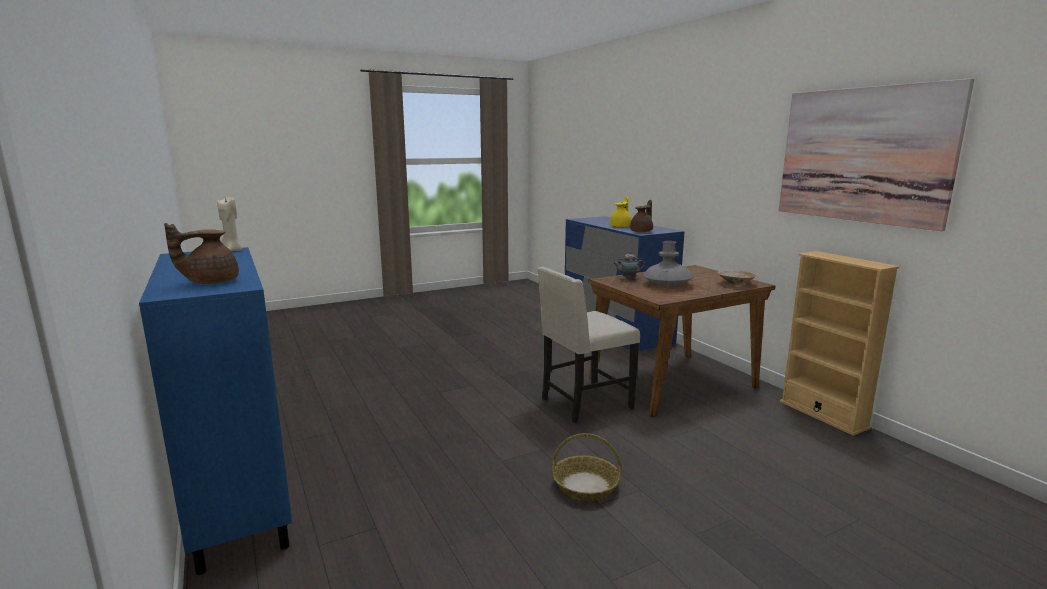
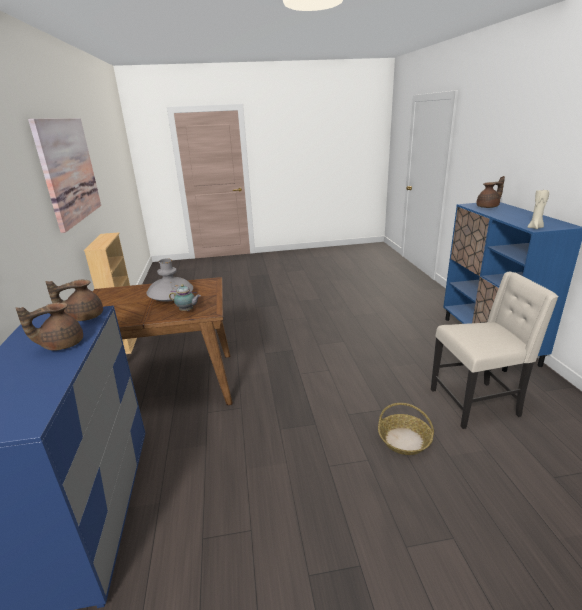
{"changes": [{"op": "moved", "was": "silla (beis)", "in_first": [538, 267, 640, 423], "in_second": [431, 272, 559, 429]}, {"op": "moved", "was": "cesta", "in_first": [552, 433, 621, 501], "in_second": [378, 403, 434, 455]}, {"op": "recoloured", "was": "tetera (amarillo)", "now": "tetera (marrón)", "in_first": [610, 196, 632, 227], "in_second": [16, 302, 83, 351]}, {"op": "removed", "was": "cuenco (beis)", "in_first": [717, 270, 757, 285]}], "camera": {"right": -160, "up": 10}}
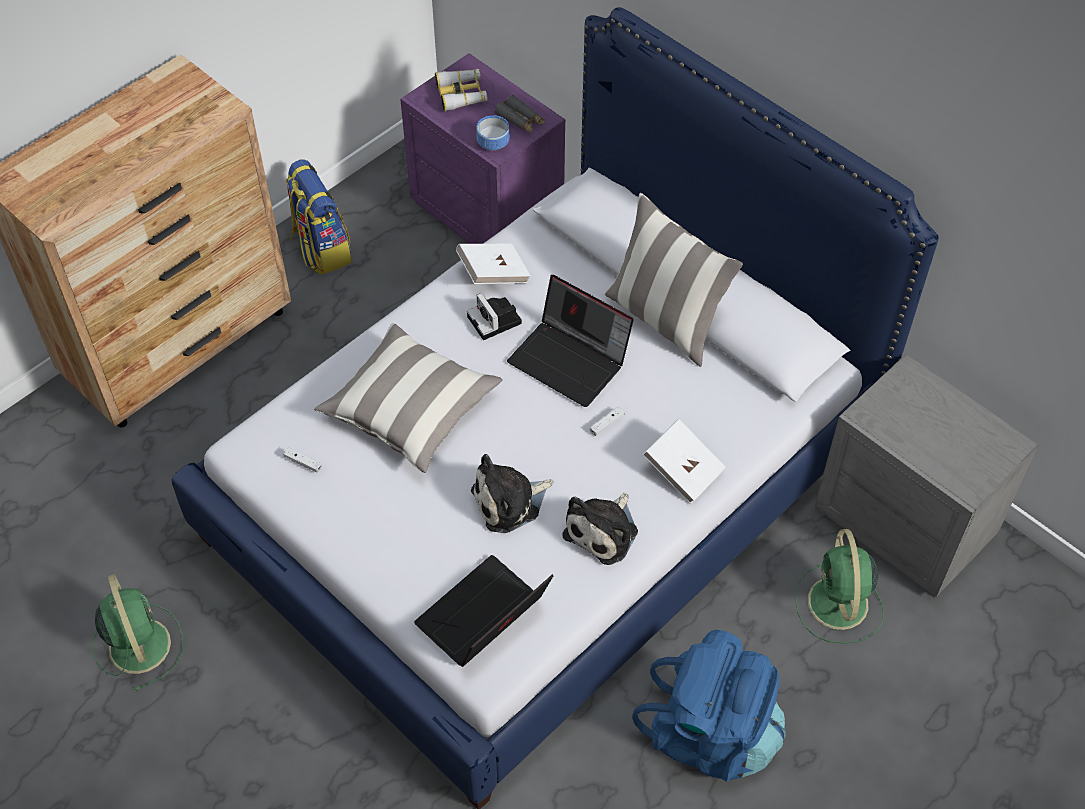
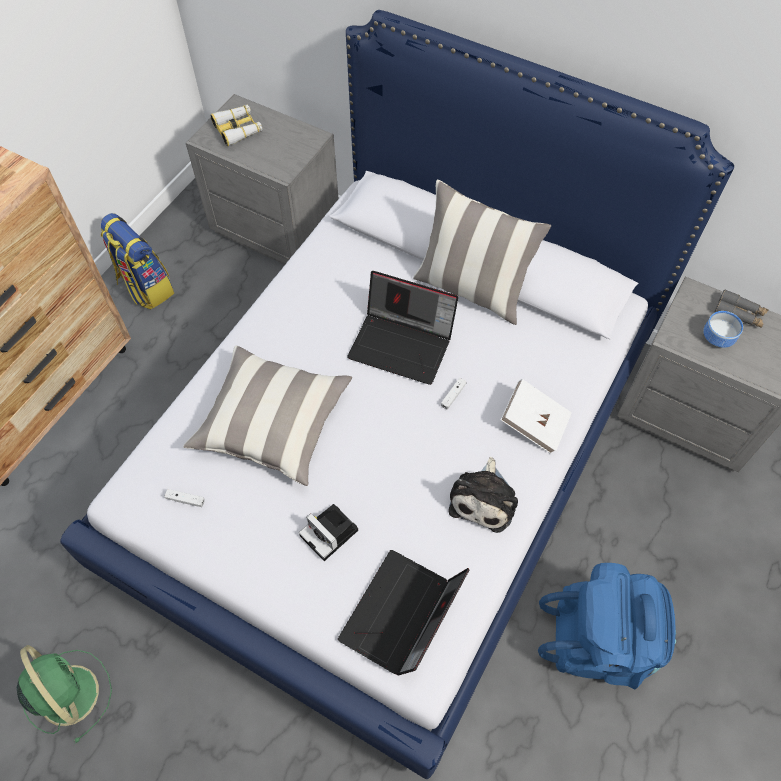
{"changes": [{"op": "recoloured", "was": "mesita de noche (morado)", "now": "mesita de noche (gris)", "in_first": [400, 53, 565, 244], "in_second": [186, 94, 339, 265]}, {"op": "removed", "was": "libro (blanco)", "in_first": [456, 244, 530, 284]}, {"op": "moved", "was": "cámara", "in_first": [467, 293, 522, 340], "in_second": [299, 504, 358, 561]}, {"op": "removed", "was": "peluche", "in_first": [471, 454, 553, 533]}, {"op": "moved", "was": "cuenco", "in_first": [476, 115, 510, 150], "in_second": [703, 311, 743, 348]}, {"op": "moved", "was": "prismáticos (gris)", "in_first": [495, 95, 545, 133], "in_second": [714, 289, 769, 328]}, {"op": "removed", "was": "ventilador (verde)", "in_first": [795, 529, 884, 644]}], "camera": {"right": -15, "up": 5}}
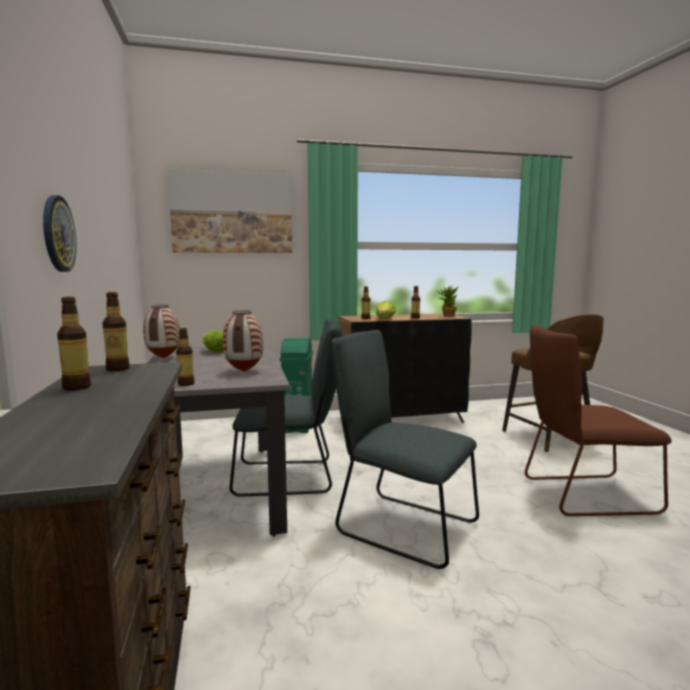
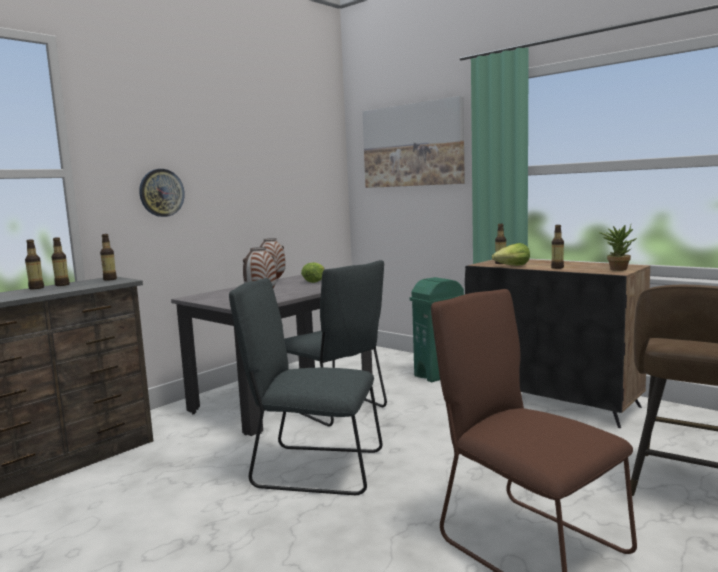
{"changes": [{"op": "moved", "was": "botella", "in_first": [176, 328, 194, 386], "in_second": [25, 239, 44, 289]}, {"op": "turned", "was": "silla (gris)", "in_first": [331, 330, 479, 569], "in_second": [229, 278, 382, 495], "clockwise": -75}], "camera": {"right": 55, "up": 0}}
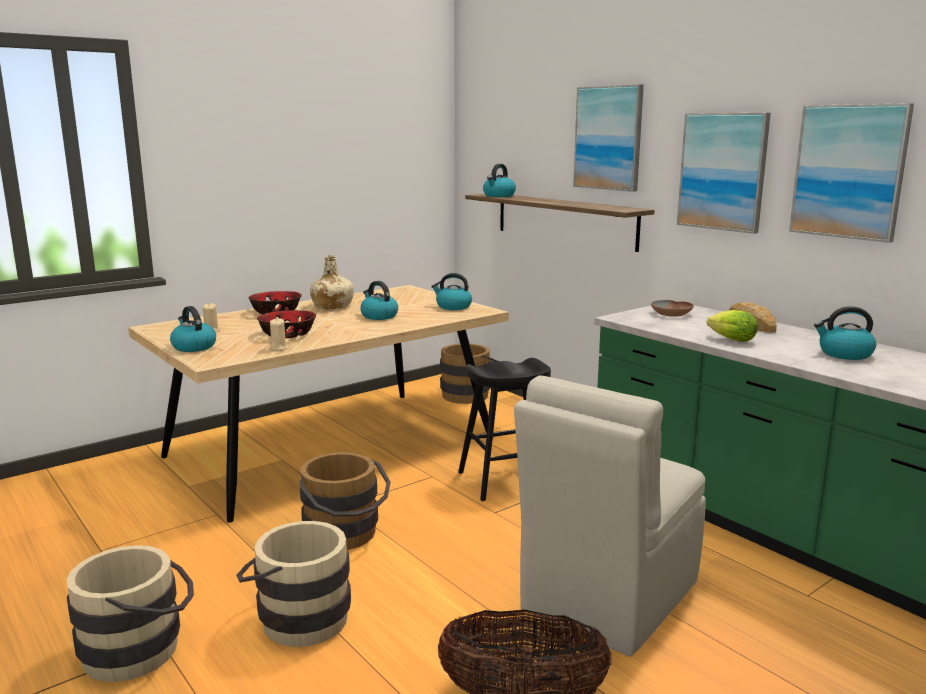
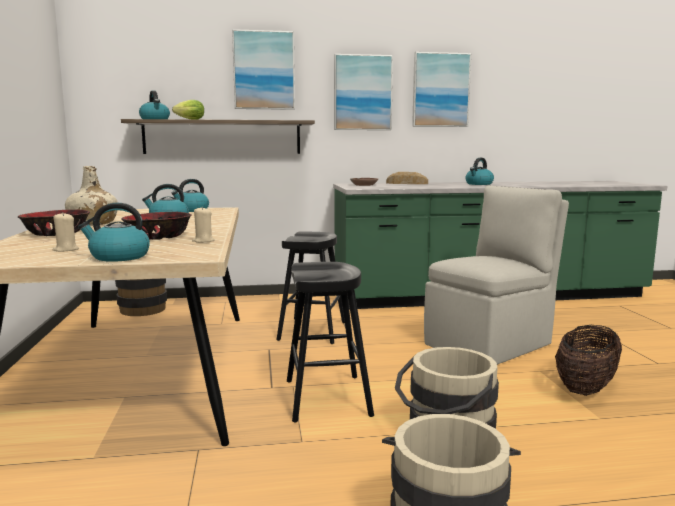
{"changes": [{"op": "replaced", "was": "cubo (marrón)", "now": "taburete (negro)", "in_first": [300, 452, 391, 550], "in_second": [287, 262, 374, 423]}, {"op": "turned", "was": "silla (beis)", "in_first": [514, 375, 706, 656], "in_second": [424, 185, 569, 365], "clockwise": -105}, {"op": "moved", "was": "lechuga", "in_first": [707, 310, 758, 342], "in_second": [172, 100, 204, 120]}], "camera": {"right": -60, "up": -5}}
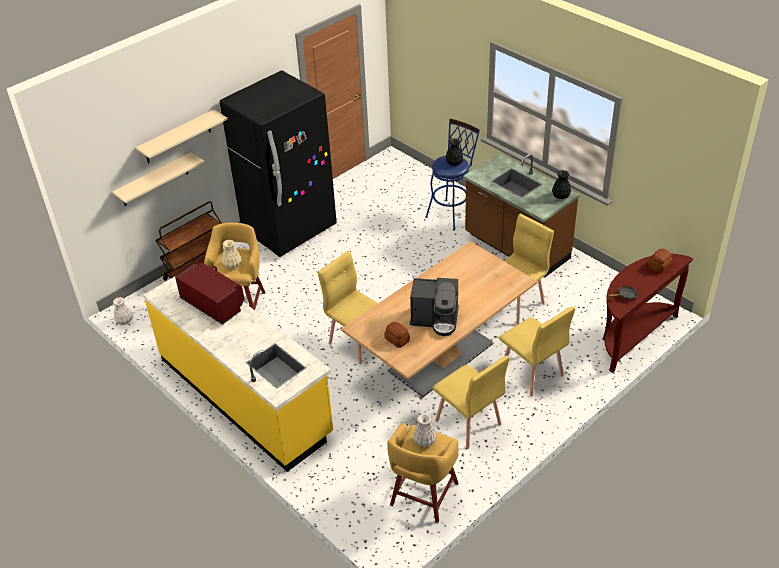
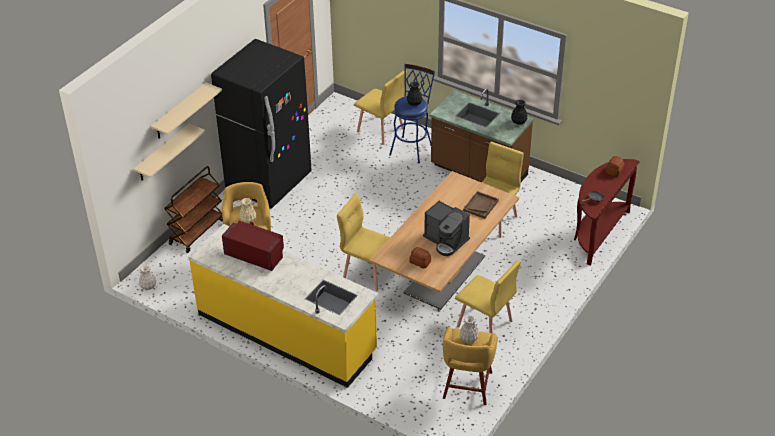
{"changes": [{"op": "turned", "was": "cafetera", "in_first": [410, 278, 459, 336], "in_second": [423, 201, 470, 256], "clockwise": 45}, {"op": "moved", "was": "silla (amarillo)", "in_first": [499, 306, 575, 397], "in_second": [354, 70, 407, 145]}, {"op": "added", "now": "bandeja (marrón)", "in_second": [463, 191, 499, 219]}], "camera": {"right": -15, "up": 0}}
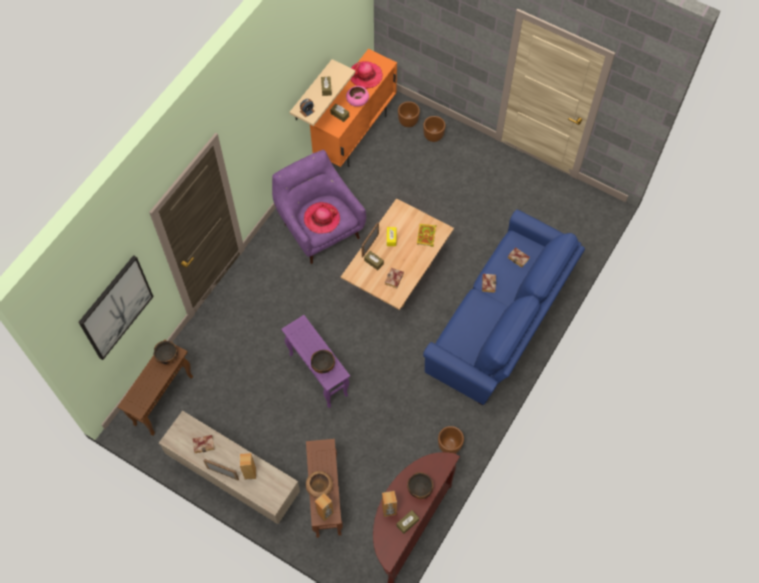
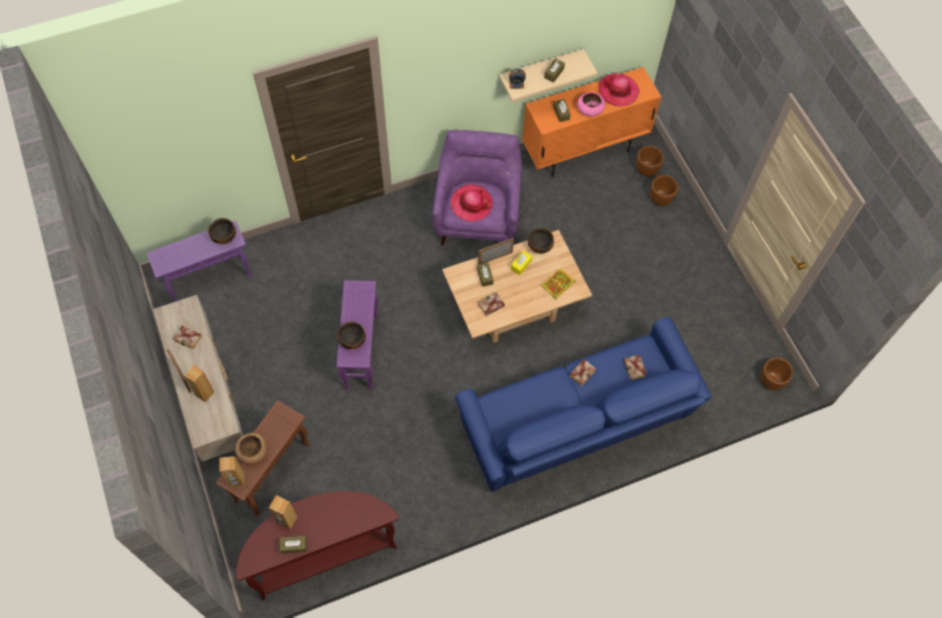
{"changes": [{"op": "removed", "was": "cuadro", "in_first": [78, 255, 154, 360]}, {"op": "recoloured", "was": "mesa auxiliar (marrón)", "now": "mesa auxiliar (morado)", "in_first": [118, 339, 193, 436], "in_second": [147, 220, 253, 302]}, {"op": "moved", "was": "cuenco", "in_first": [407, 472, 433, 499], "in_second": [528, 228, 554, 254]}, {"op": "moved", "was": "maceta (marrón)", "in_first": [438, 426, 464, 454], "in_second": [760, 358, 793, 391]}], "camera": {"right": 35, "up": 0}}
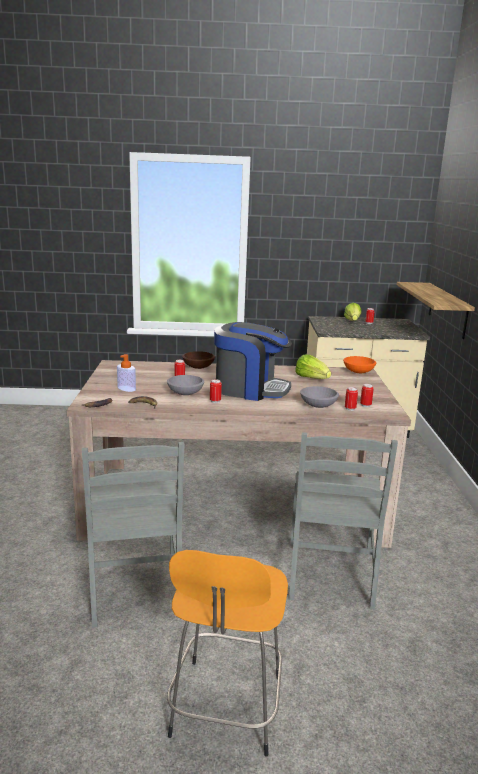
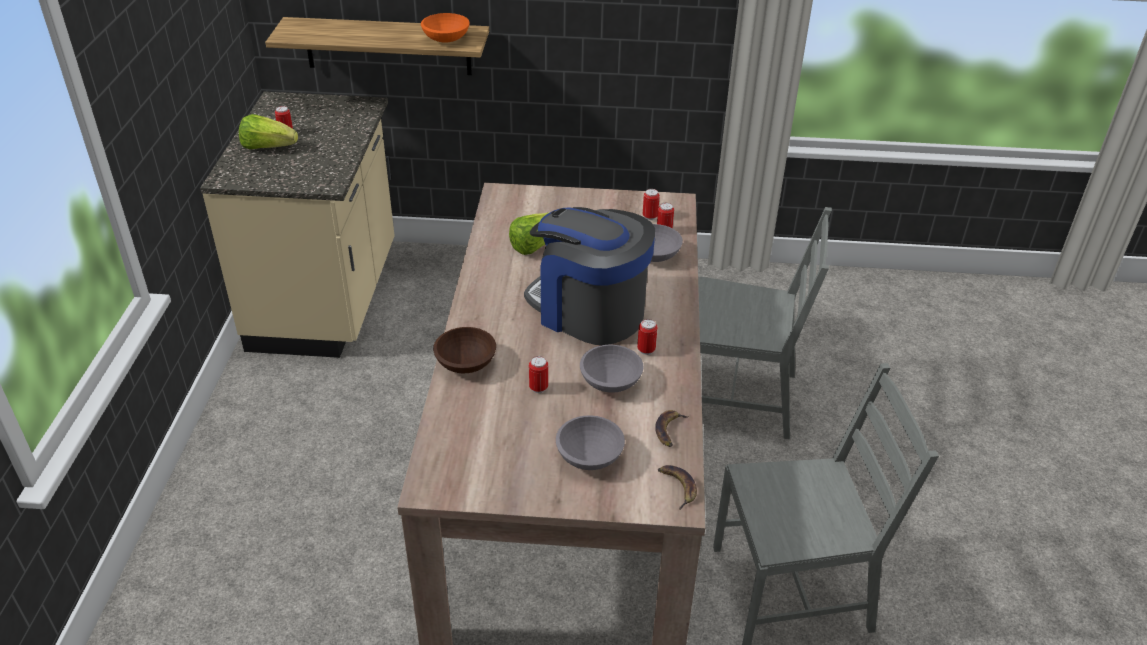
{"changes": [{"op": "replaced", "was": "dispensador de jabón", "now": "cuenco (gris)", "in_first": [117, 354, 136, 392], "in_second": [556, 415, 625, 470]}, {"op": "removed", "was": "taburete (naranja)", "in_first": [167, 550, 288, 757]}, {"op": "turned", "was": "cafetera", "in_first": [214, 322, 292, 401], "in_second": [524, 207, 655, 345], "clockwise": -75}, {"op": "moved", "was": "cuenco (naranja)", "in_first": [343, 356, 376, 373], "in_second": [421, 13, 470, 43]}], "camera": {"right": -85, "up": 20}}
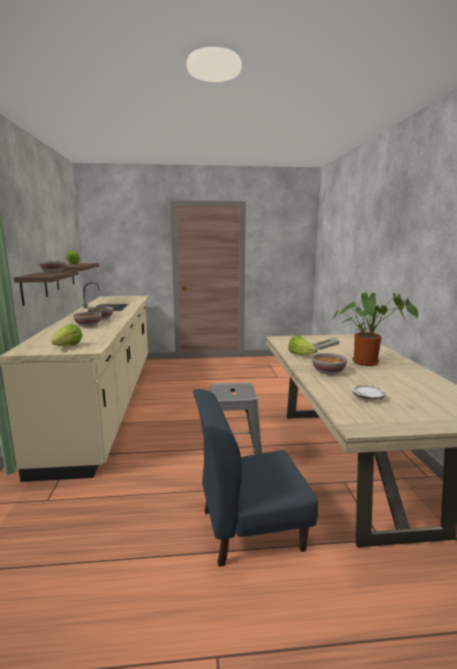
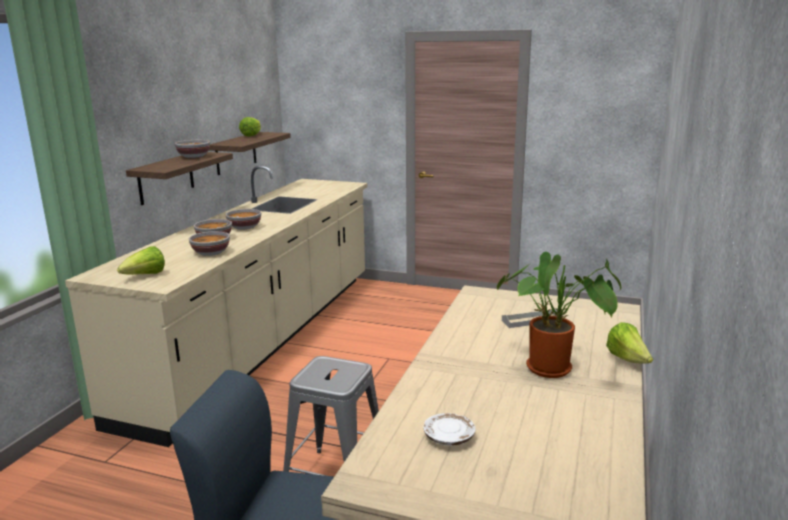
{"changes": [{"op": "moved", "was": "lechuga", "in_first": [288, 335, 318, 355], "in_second": [606, 322, 653, 363]}, {"op": "moved", "was": "cuenco", "in_first": [312, 353, 347, 375], "in_second": [189, 231, 230, 256]}], "camera": {"right": 25, "up": 5}}
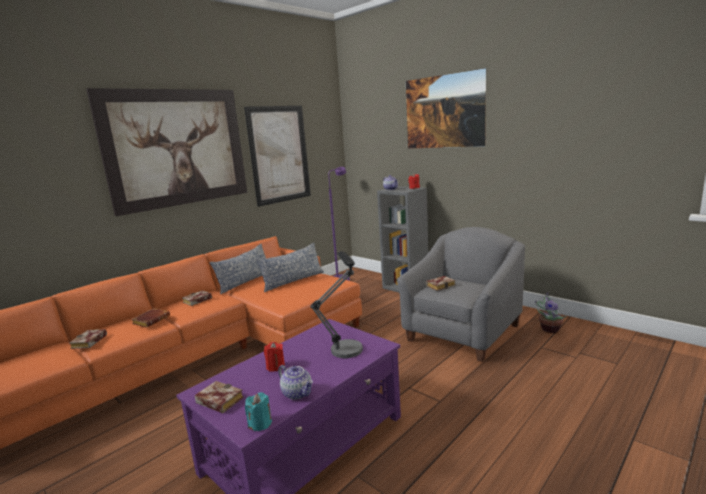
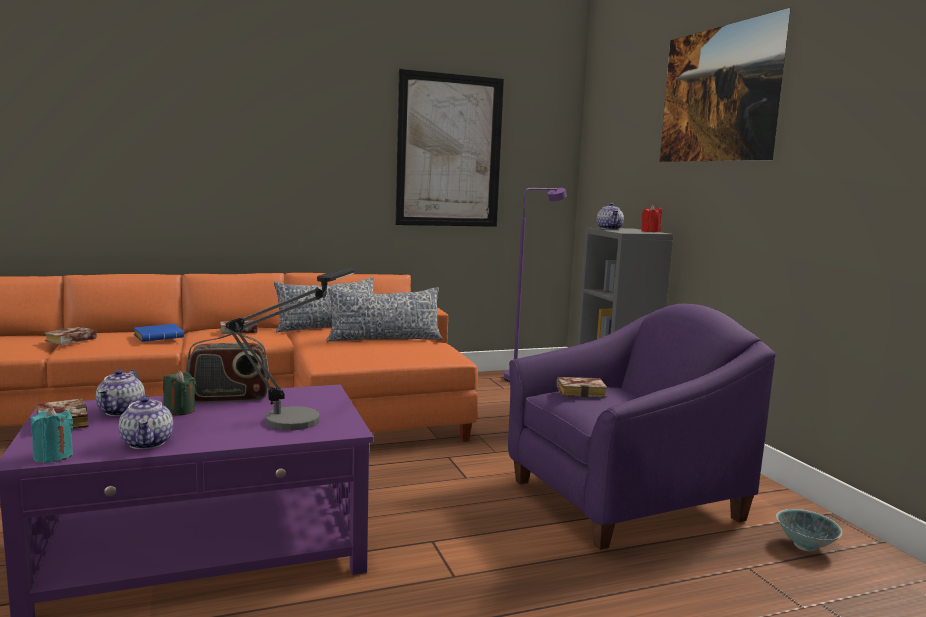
{"changes": [{"op": "removed", "was": "cuadro", "in_first": [86, 88, 247, 216]}, {"op": "recoloured", "was": "libro (marrón)", "now": "libro (azul)", "in_first": [131, 308, 170, 328], "in_second": [134, 324, 184, 342]}, {"op": "recoloured", "was": "vela (rojo)", "now": "vela (verde)", "in_first": [264, 342, 285, 372], "in_second": [163, 370, 197, 415]}, {"op": "recoloured", "was": "sillón (gris)", "now": "sillón (morado)", "in_first": [397, 227, 525, 362], "in_second": [508, 304, 776, 550]}, {"op": "replaced", "was": "planta en maceta", "now": "cuenco", "in_first": [535, 292, 566, 333], "in_second": [776, 509, 842, 552]}, {"op": "added", "now": "tetera", "in_second": [96, 369, 145, 416]}, {"op": "added", "now": "radio", "in_second": [186, 333, 270, 403]}], "camera": {"right": 25, "up": -5}}
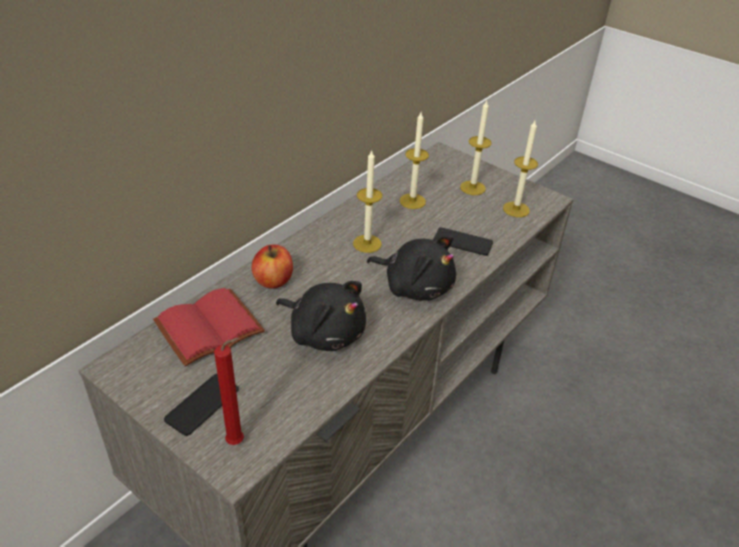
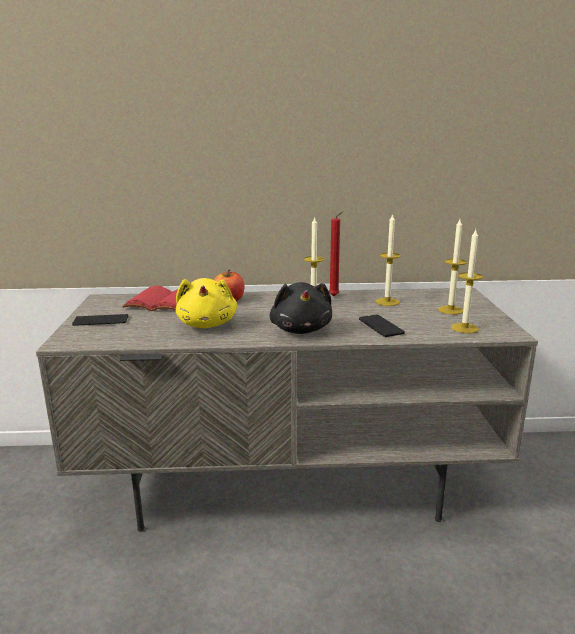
{"changes": [{"op": "moved", "was": "vela (rojo)", "in_first": [214, 338, 244, 445], "in_second": [329, 211, 344, 296]}, {"op": "recoloured", "was": "peluche (negro)", "now": "peluche (amarillo)", "in_first": [276, 281, 366, 351], "in_second": [176, 278, 237, 328]}], "camera": {"right": 50, "up": -20}}
